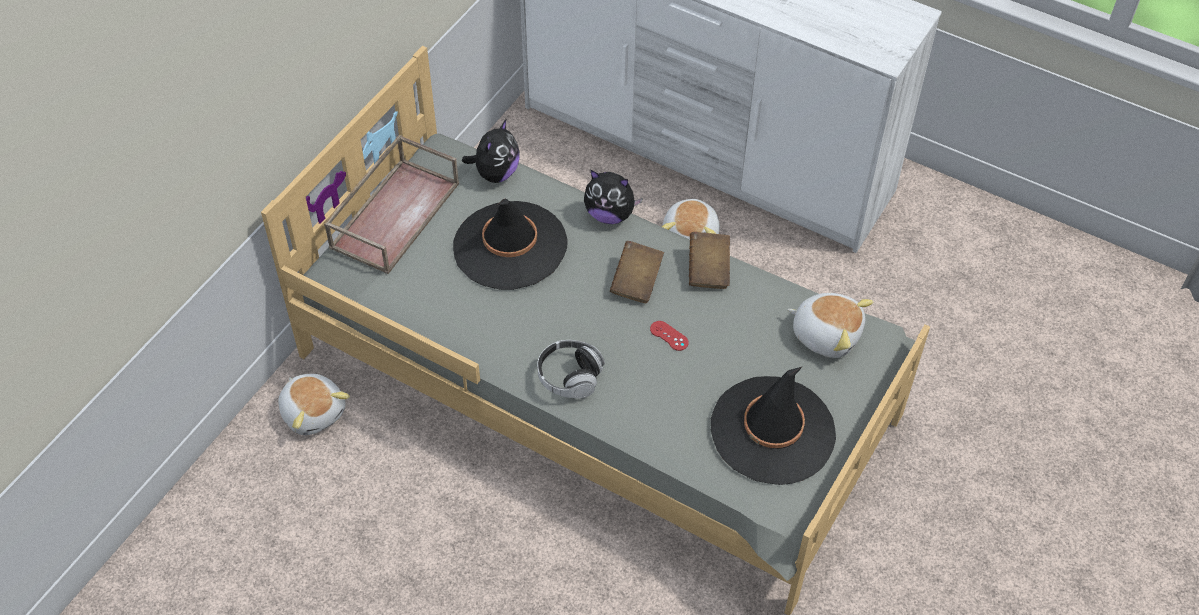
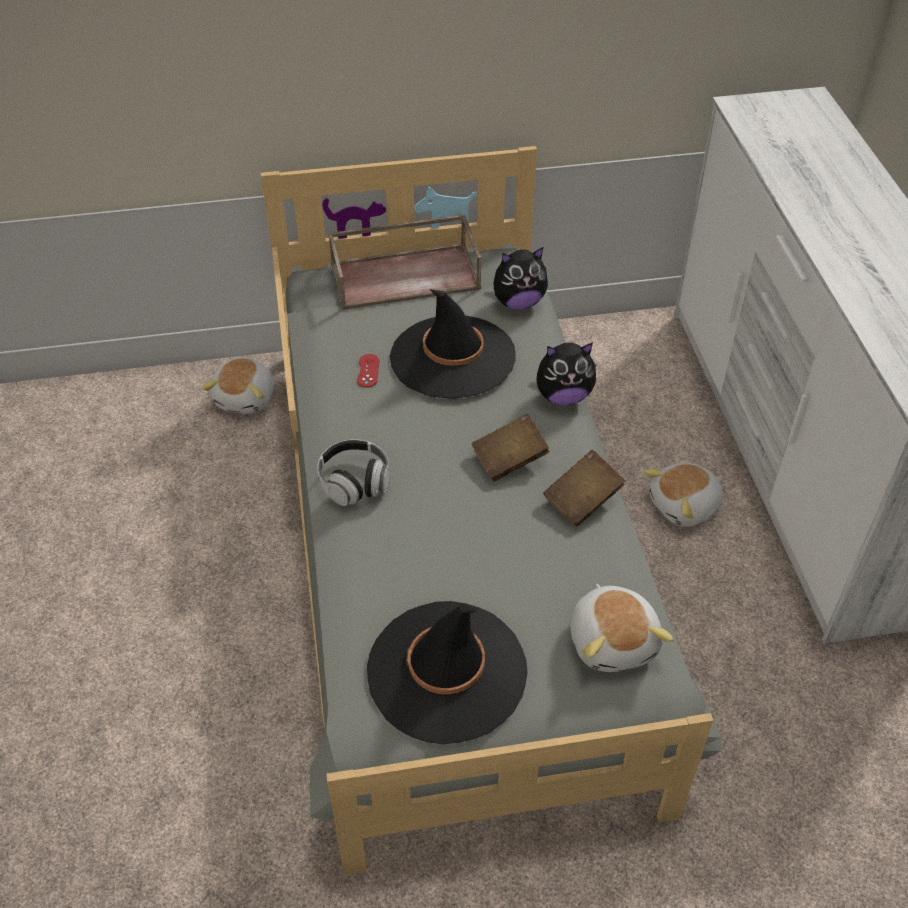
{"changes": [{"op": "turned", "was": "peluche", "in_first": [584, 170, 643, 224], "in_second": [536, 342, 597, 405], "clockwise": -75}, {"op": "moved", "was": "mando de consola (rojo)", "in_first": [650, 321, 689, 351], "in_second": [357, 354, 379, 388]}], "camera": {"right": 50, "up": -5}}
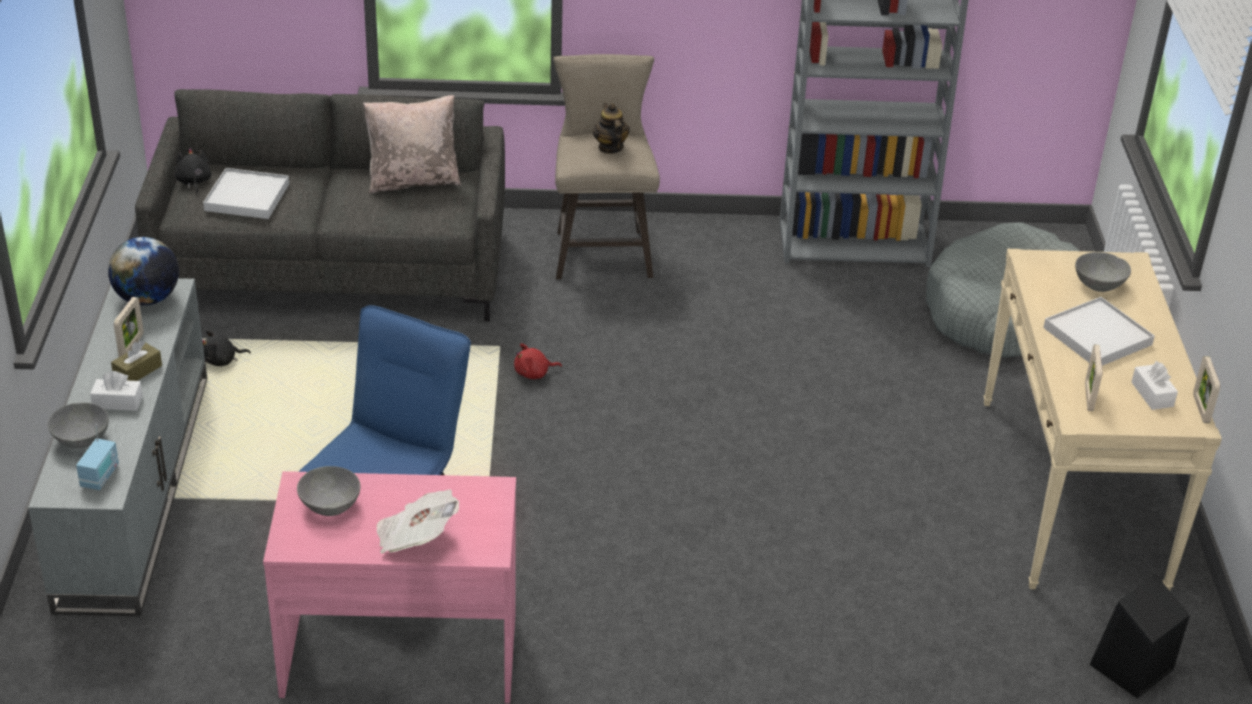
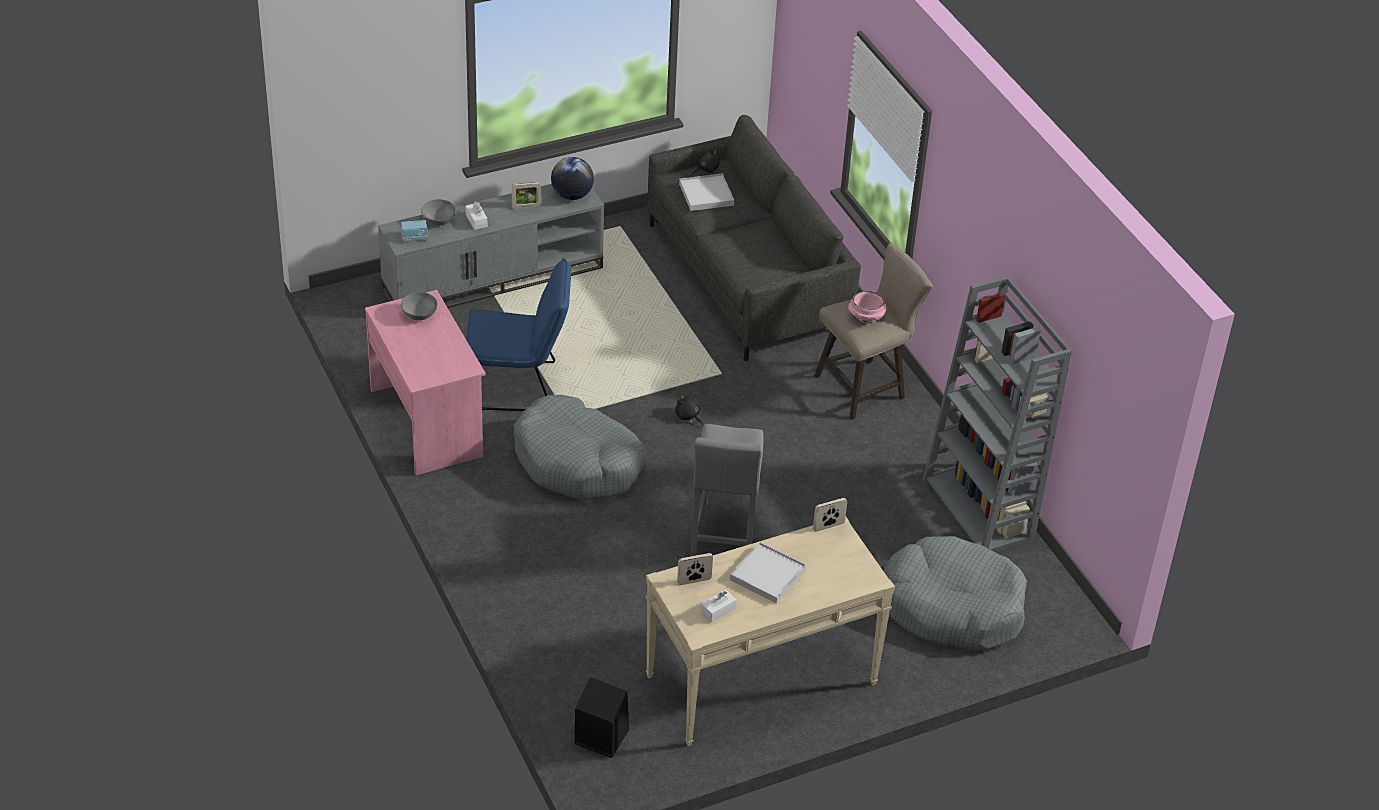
{"changes": [{"op": "removed", "was": "caja de pañuelos (marrón)", "in_first": [111, 341, 162, 381]}, {"op": "moved", "was": "peluche (negro)", "in_first": [202, 331, 251, 366], "in_second": [675, 393, 703, 425]}, {"op": "removed", "was": "cojín (beis)", "in_first": [363, 95, 461, 193]}, {"op": "removed", "was": "periódico", "in_first": [376, 489, 459, 554]}, {"op": "removed", "was": "peluche (rojo)", "in_first": [514, 343, 562, 379]}, {"op": "replaced", "was": "tetera", "now": "cuenco (rosa)", "in_first": [593, 103, 630, 154], "in_second": [848, 291, 887, 323]}, {"op": "removed", "was": "cuenco (gris)", "in_first": [1075, 252, 1131, 292]}, {"op": "moved", "was": "portarretratos", "in_first": [1193, 356, 1220, 423], "in_second": [813, 498, 847, 531]}, {"op": "added", "now": "cama para perro (gris)", "in_second": [514, 395, 647, 500]}, {"op": "added", "now": "taburete (gris)", "in_second": [691, 424, 763, 556]}], "camera": {"right": 65, "up": 5}}
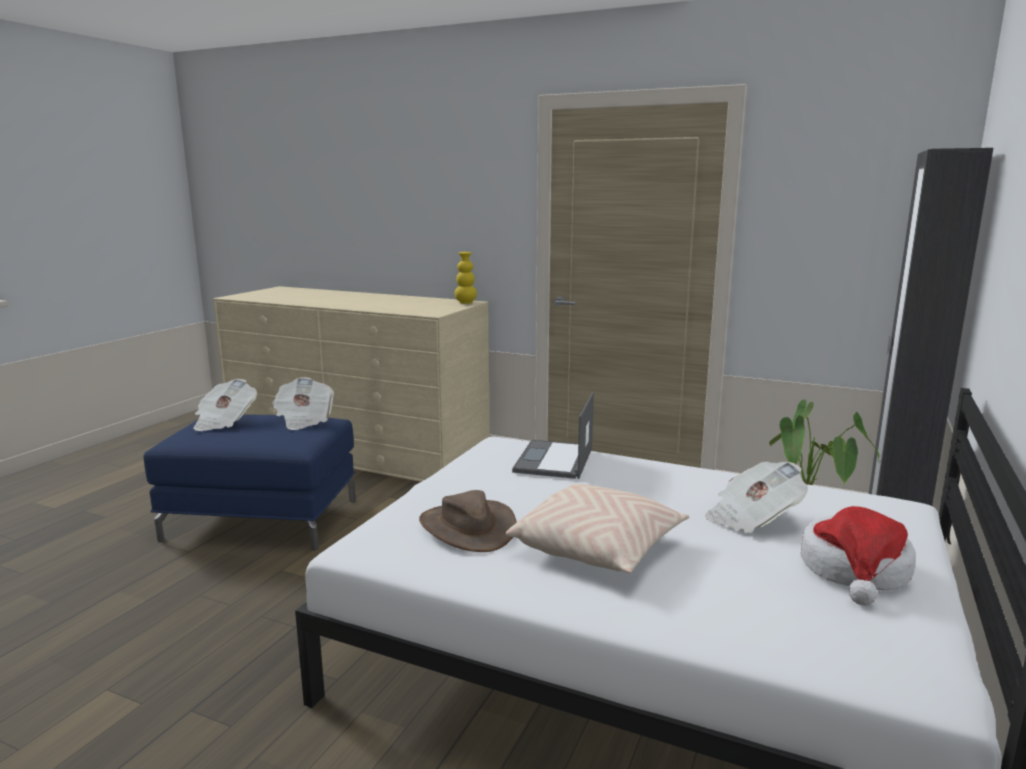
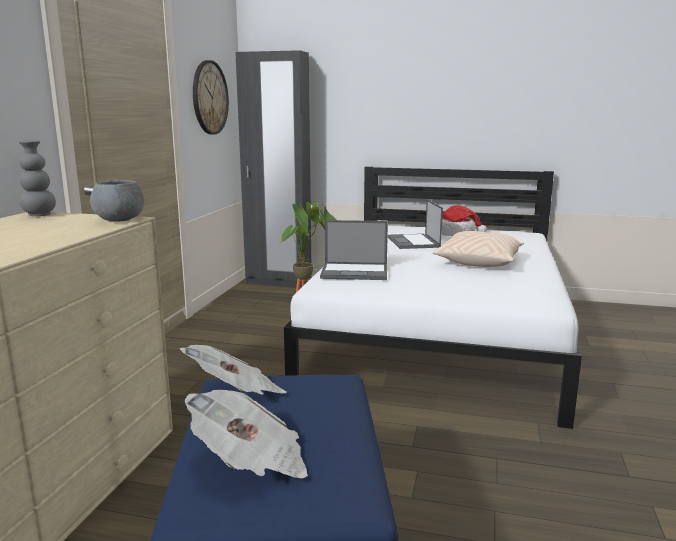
{"changes": [{"op": "removed", "was": "sombrero (marrón)", "in_first": [419, 490, 516, 552]}, {"op": "recoloured", "was": "florero (amarillo)", "now": "florero (gris)", "in_first": [455, 252, 477, 304], "in_second": [19, 140, 56, 216]}, {"op": "replaced", "was": "periódico", "now": "portátil", "in_first": [705, 462, 808, 533], "in_second": [388, 199, 443, 249]}, {"op": "added", "now": "cuenco (gris)", "in_second": [90, 180, 144, 222]}, {"op": "added", "now": "reloj de pared", "in_second": [193, 60, 229, 134]}], "camera": {"right": -100, "up": 0}}
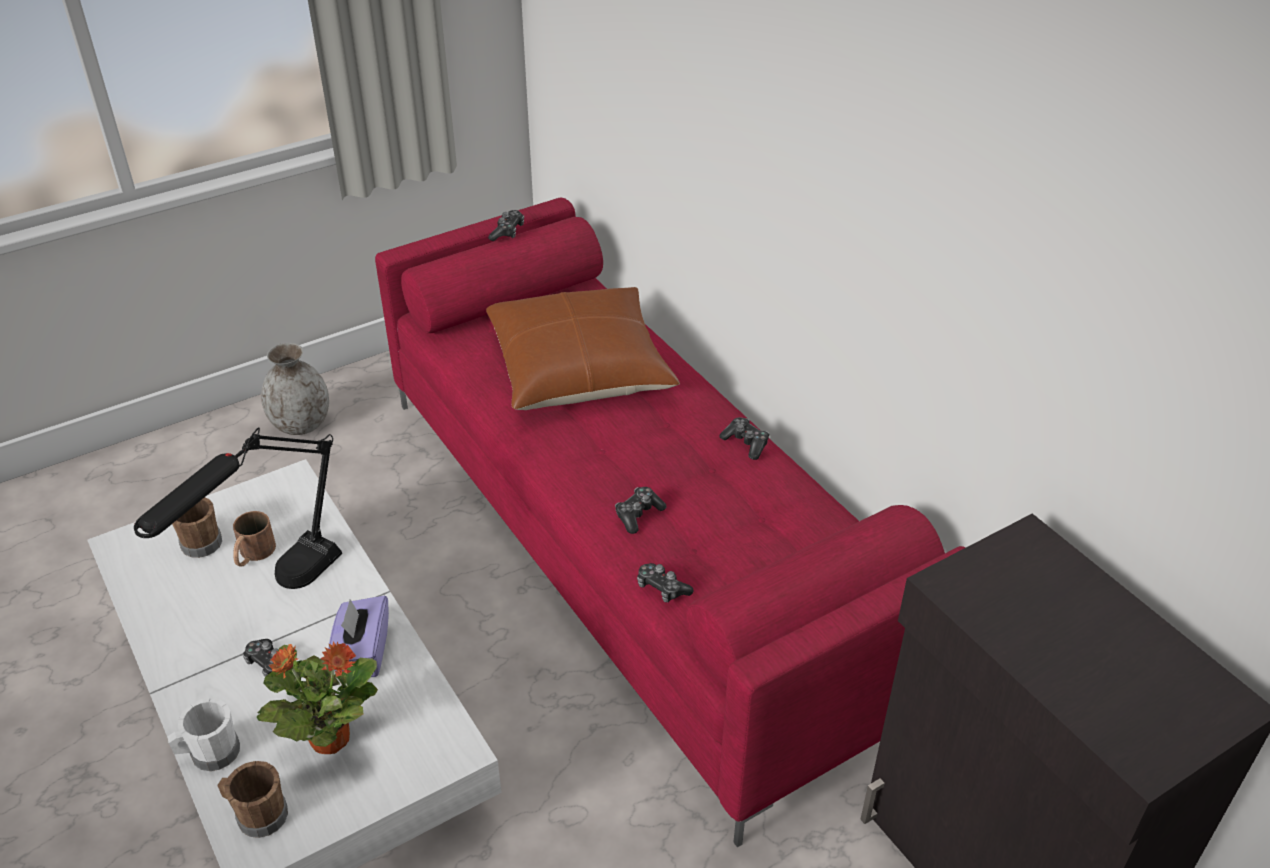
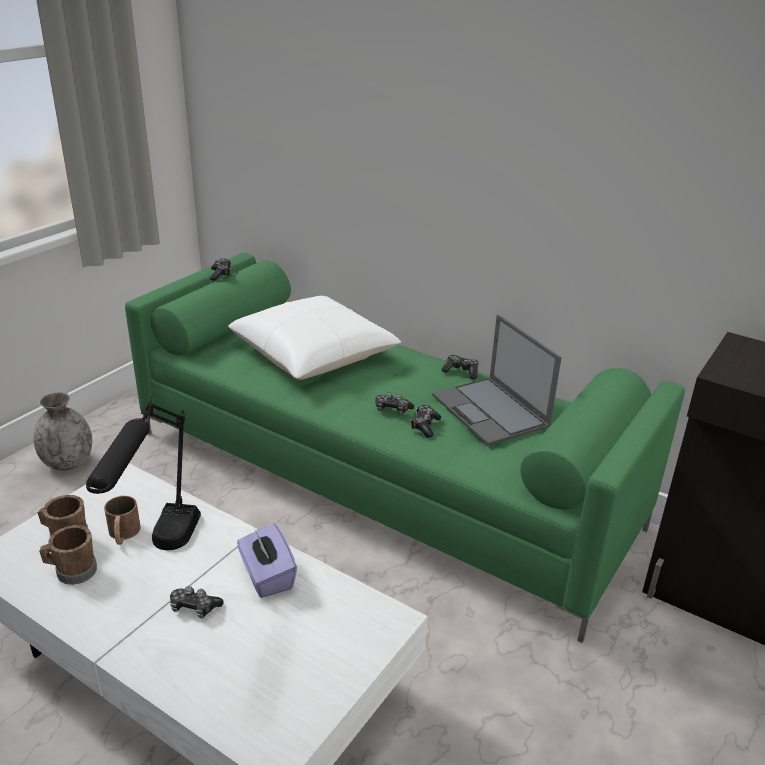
{"changes": [{"op": "removed", "was": "taza grande (blanco)", "in_first": [167, 698, 240, 771]}, {"op": "moved", "was": "taza grande (marrón)", "in_first": [217, 761, 288, 838], "in_second": [39, 525, 97, 585]}, {"op": "removed", "was": "planta en maceta", "in_first": [257, 641, 378, 754]}, {"op": "recoloured", "was": "sofá (rojo)", "now": "sofá (verde)", "in_first": [375, 197, 966, 847], "in_second": [125, 253, 685, 643]}, {"op": "recoloured", "was": "cojín (marrón)", "now": "cojín (blanco)", "in_first": [486, 287, 680, 410], "in_second": [228, 296, 401, 380]}, {"op": "moved", "was": "mando de consola", "in_first": [637, 563, 693, 602], "in_second": [375, 393, 414, 415]}, {"op": "added", "now": "portátil", "in_second": [432, 315, 562, 446]}], "camera": {"right": -25, "up": -10}}
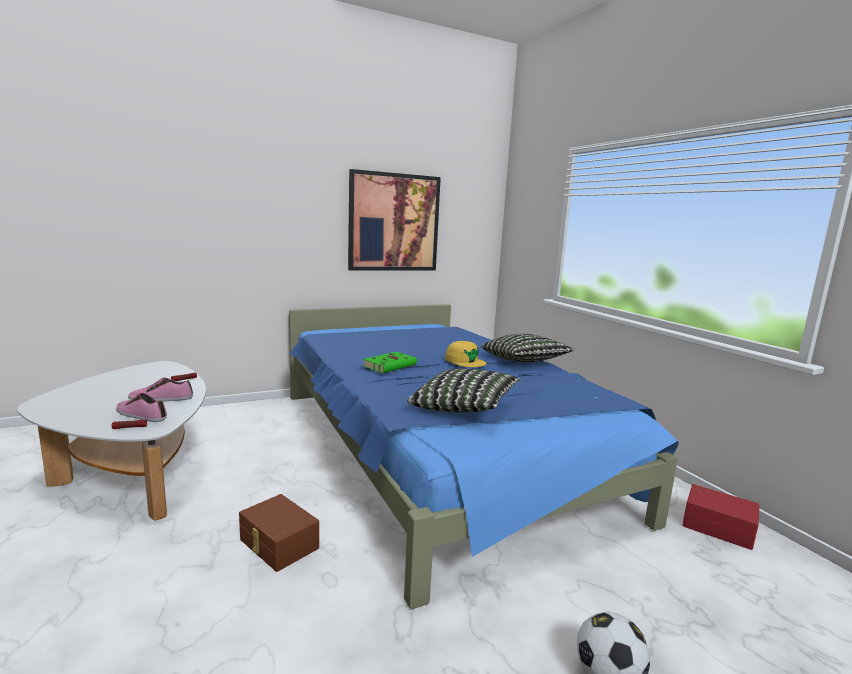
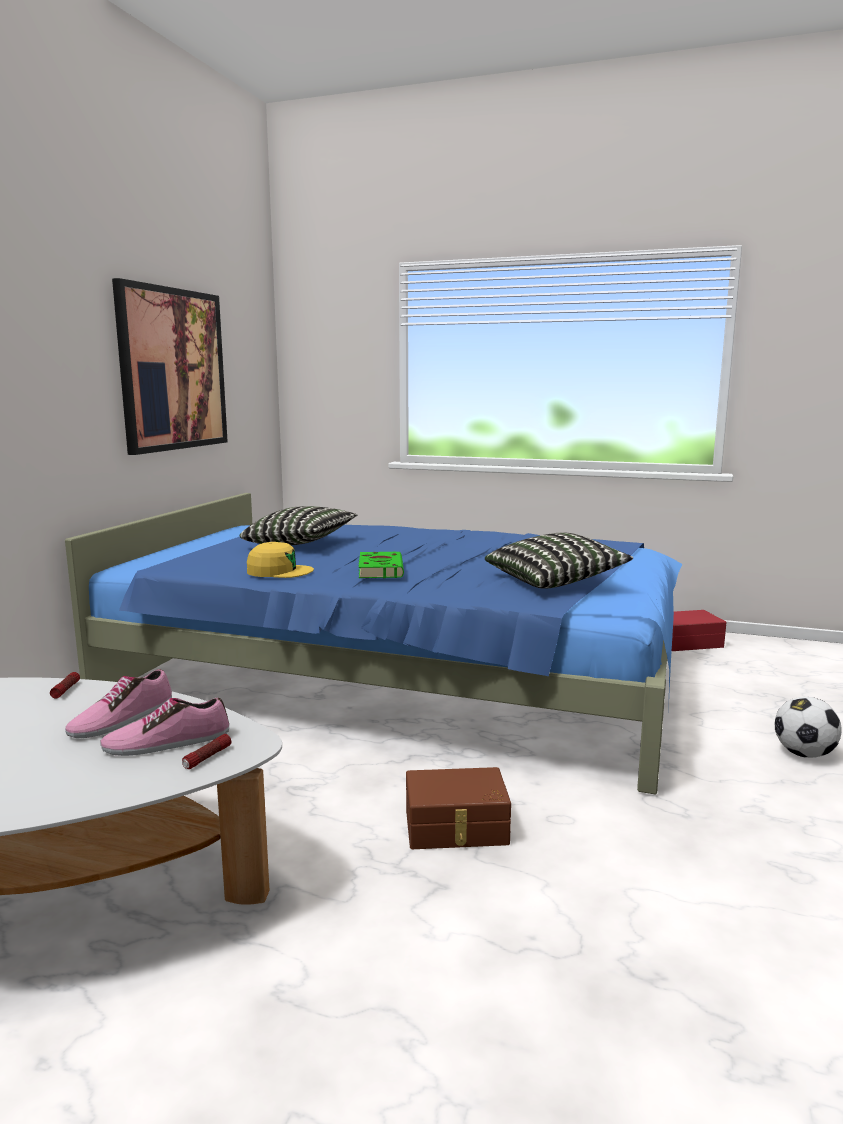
{"changes": [{"op": "moved", "was": "gorra (amarillo)", "in_first": [445, 341, 486, 367], "in_second": [247, 542, 314, 578]}, {"op": "moved", "was": "cojín", "in_first": [481, 334, 574, 362], "in_second": [239, 506, 357, 545]}], "camera": {"right": -45, "up": 0}}
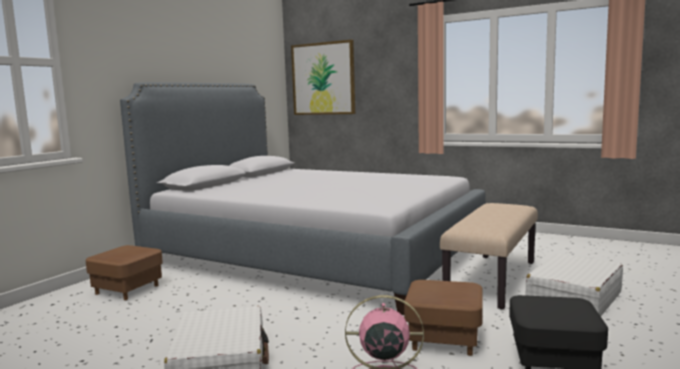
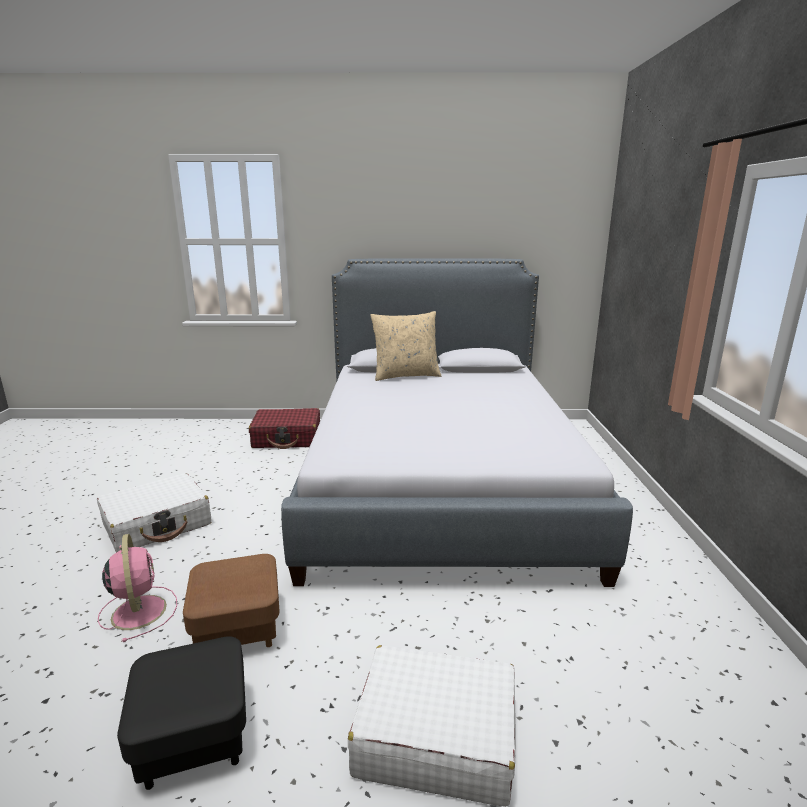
{"changes": [{"op": "replaced", "was": "puf (marrón)", "now": "maleta (rojo)", "in_first": [86, 245, 163, 300], "in_second": [249, 408, 320, 449]}, {"op": "removed", "was": "cuadro", "in_first": [291, 40, 355, 115]}, {"op": "removed", "was": "banco (beis)", "in_first": [440, 203, 538, 309]}, {"op": "added", "now": "cojín (beis)", "in_second": [370, 311, 441, 381]}], "camera": {"right": 60, "up": 10}}
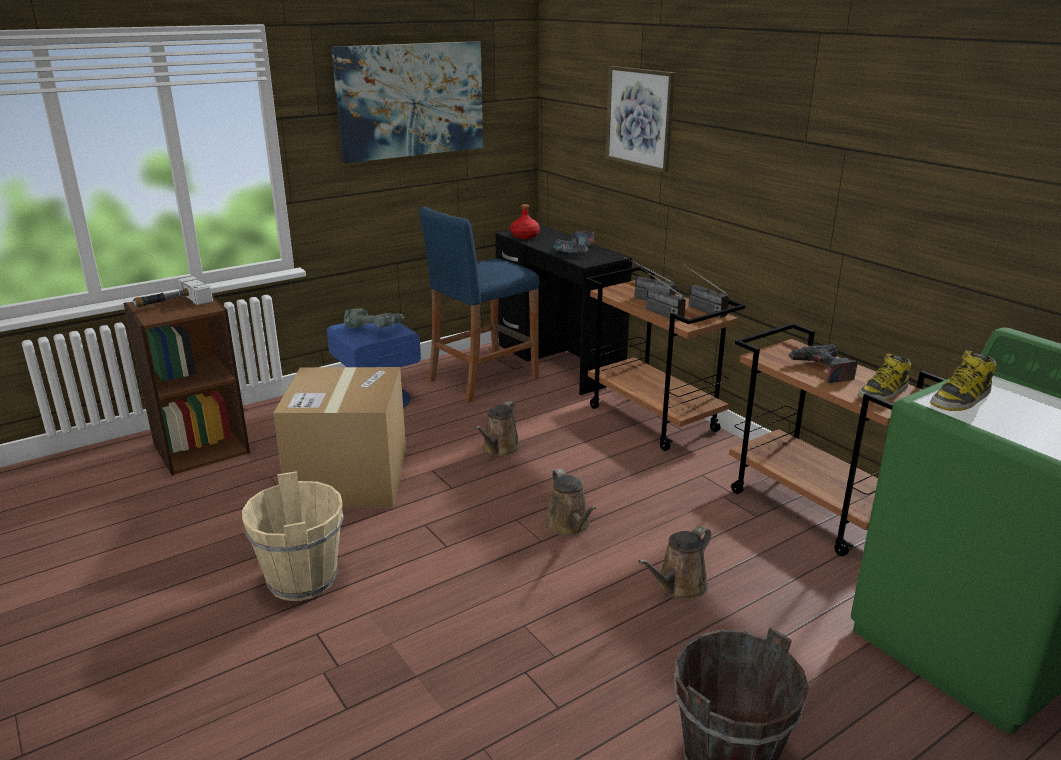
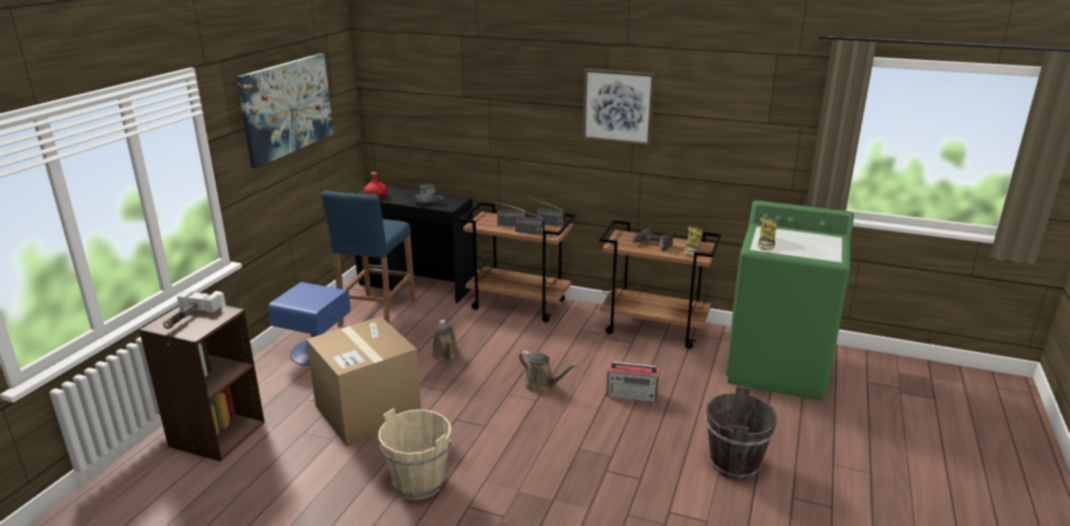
{"changes": [{"op": "removed", "was": "taladro", "in_first": [344, 308, 405, 328]}, {"op": "moved", "was": "cuadro", "in_first": [605, 66, 675, 173], "in_second": [582, 69, 655, 146]}, {"op": "replaced", "was": "regadera (marrón)", "now": "radio", "in_first": [638, 526, 711, 599], "in_second": [606, 361, 660, 402]}], "camera": {"right": -35, "up": 0}}
